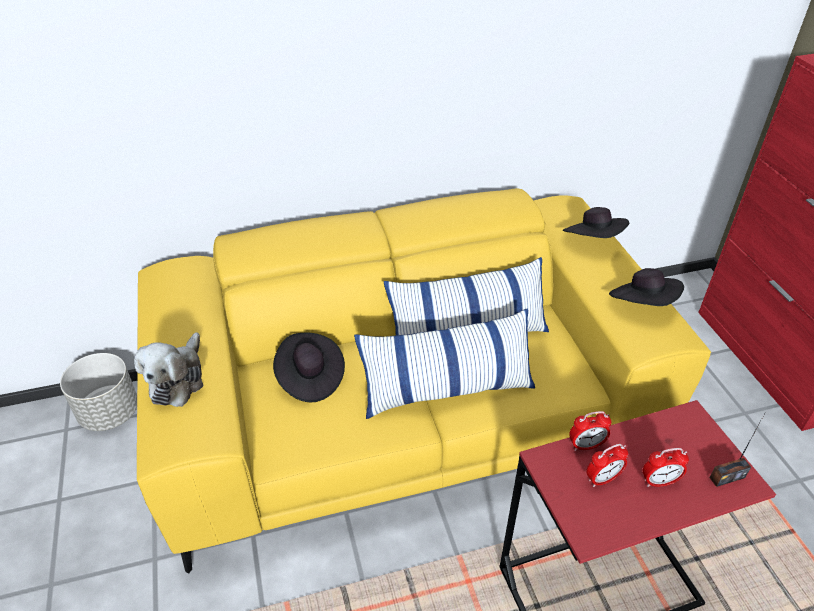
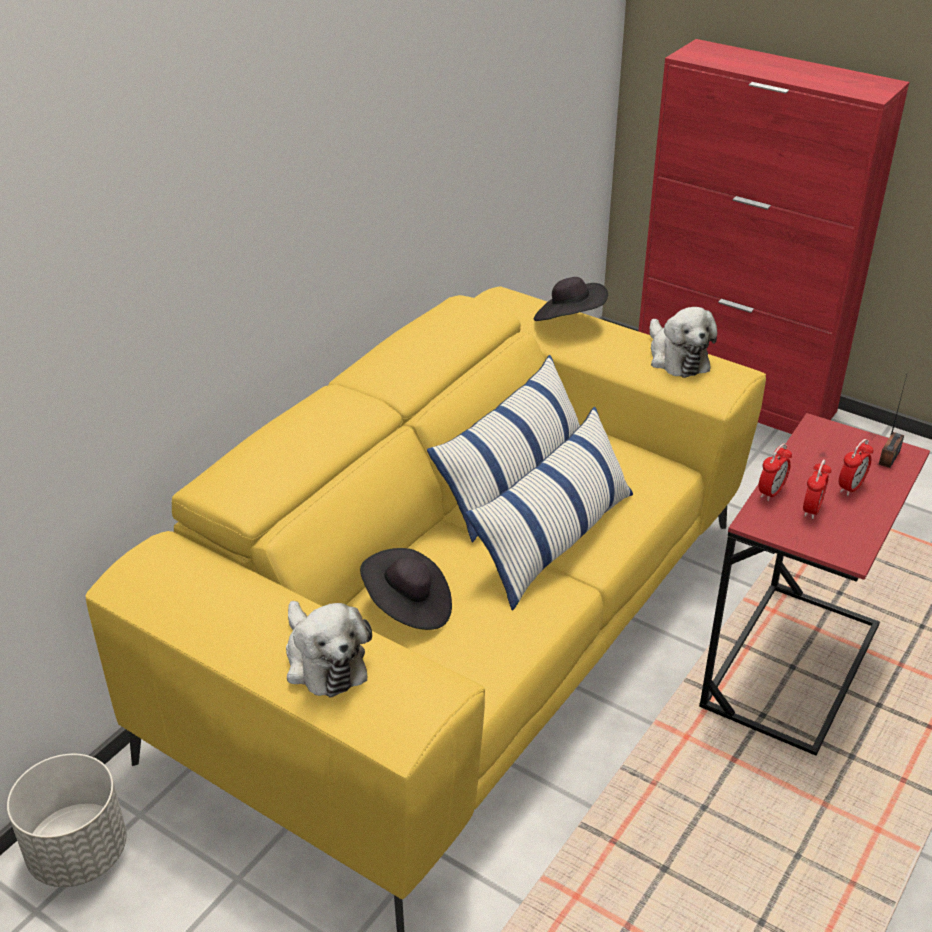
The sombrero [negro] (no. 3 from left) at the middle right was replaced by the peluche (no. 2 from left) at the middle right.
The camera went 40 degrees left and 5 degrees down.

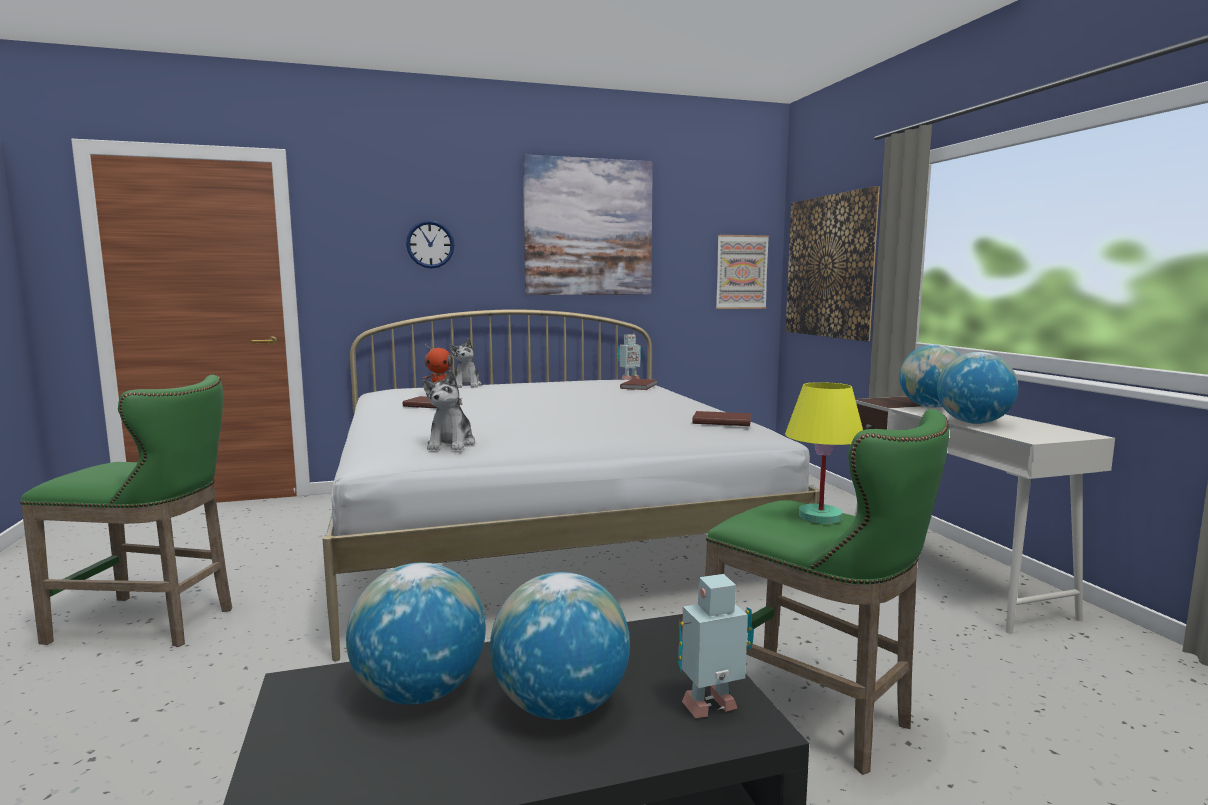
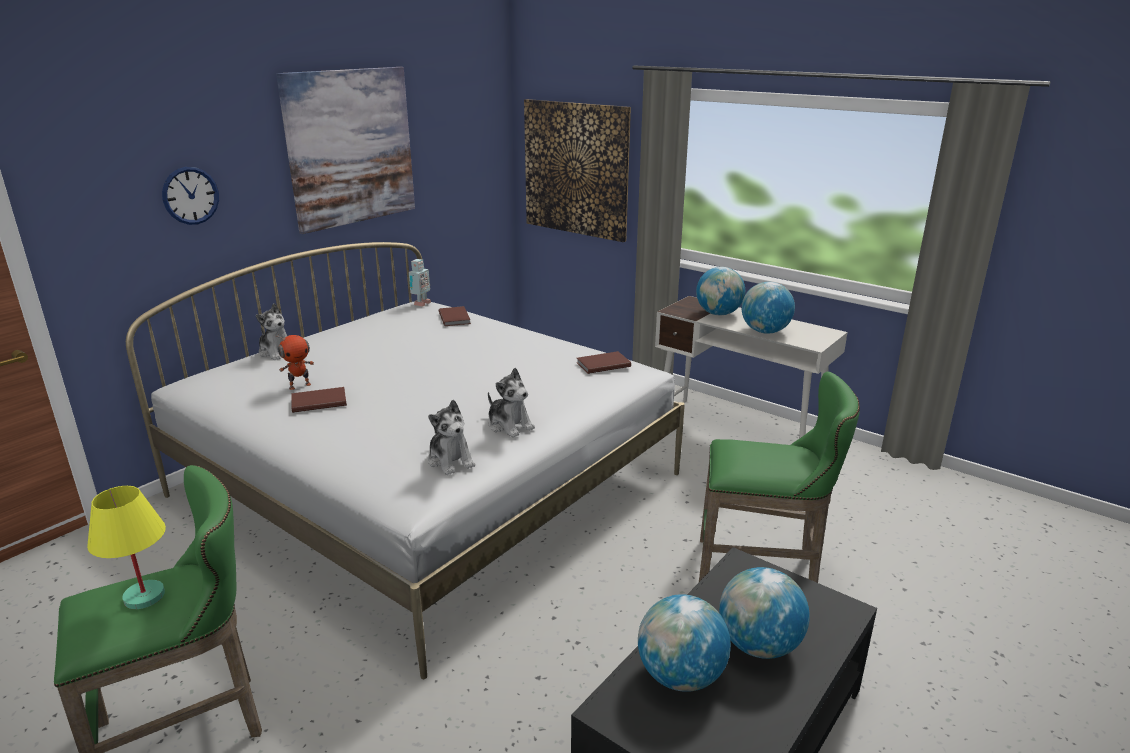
The cuadro (no. 2 from left) at the centre disappeared.
The lámpara de mesa [amarillo] moved from the middle right to the bottom left.
The robot de juguete (no. 3 from left) at the bottom centre disappeared.
The peluche (no. 3 from left) at the centre appeared.
The camera went 35 degrees left and 15 degrees up.

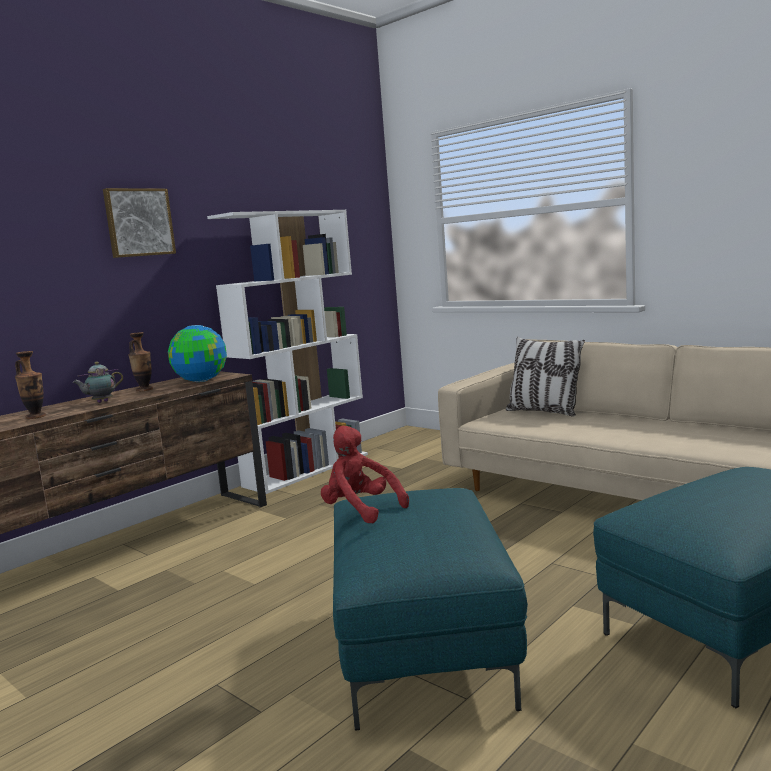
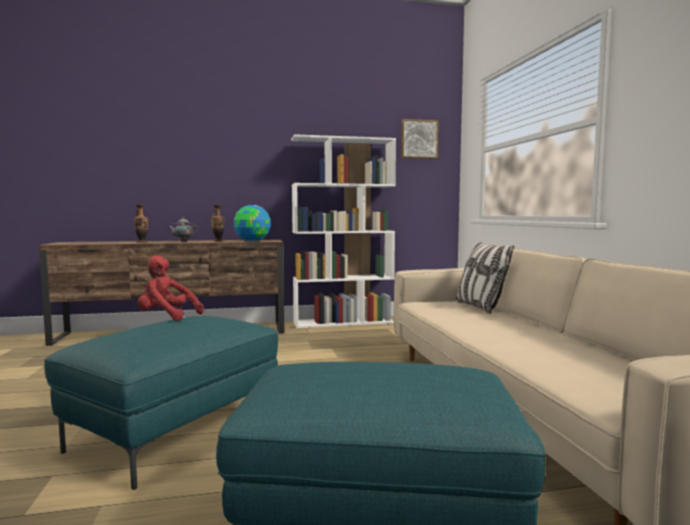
The cuadro moved from the top left to the top centre.
The peluche [rojo] at the centre turned 60 degrees counterclockwise.
The camera went 35 degrees right and 5 degrees down.

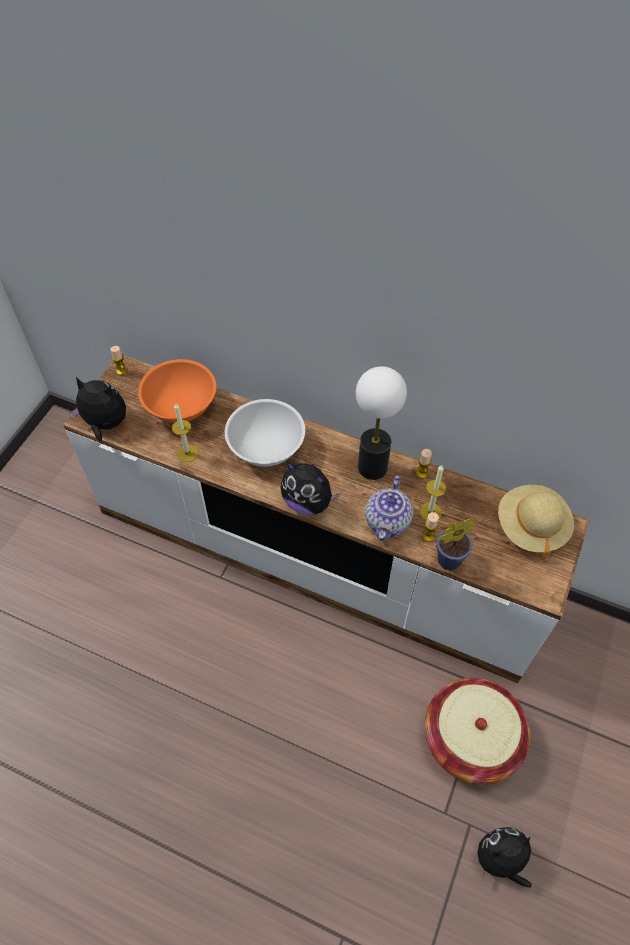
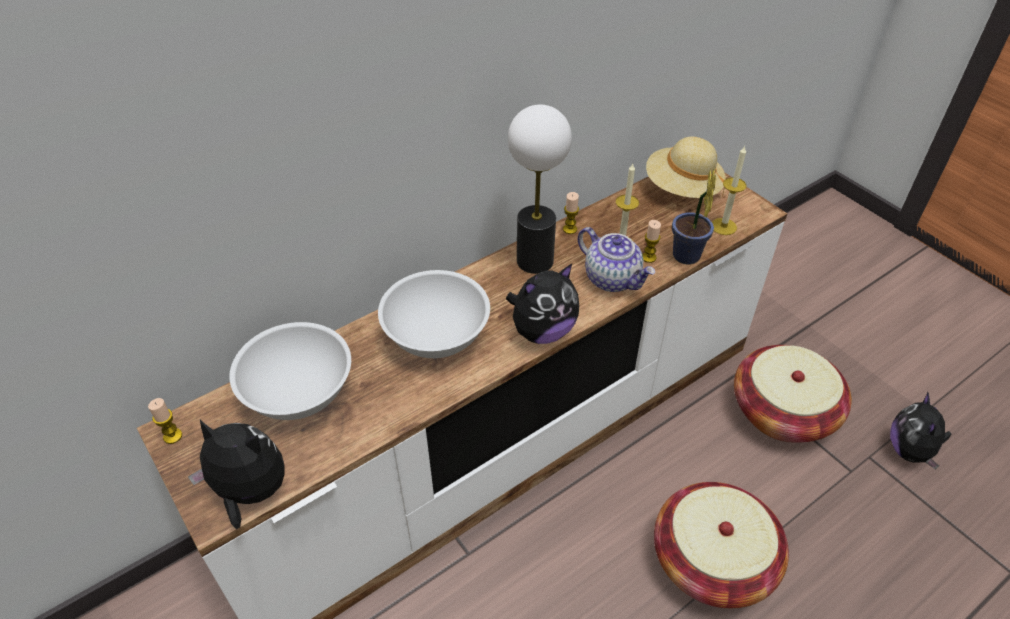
The cuenco [naranja] at the middle left became the cuenco [blanco] (no. 1 from left) at the middle left.
The peluche (no. 1 from left) at the middle left turned 60 degrees clockwise.
The vela (no. 2 from left in the first image) moved from the middle left to the top right.
The cesta (no. 1 from left) at the bottom right appeared.
The camera went 60 degrees left and 10 degrees down.

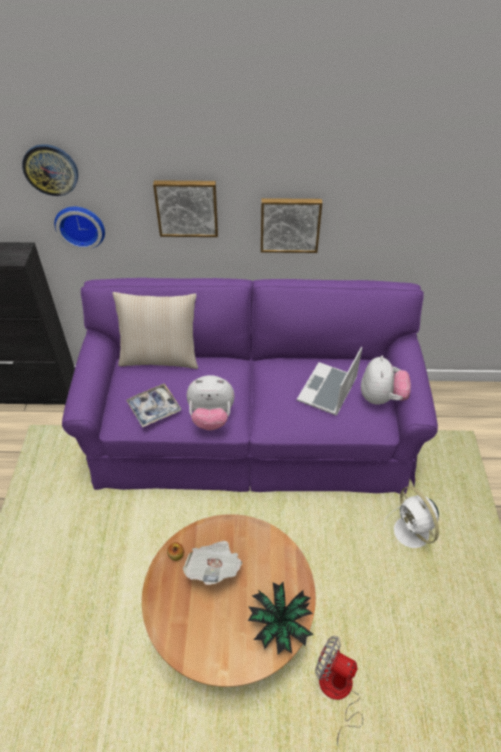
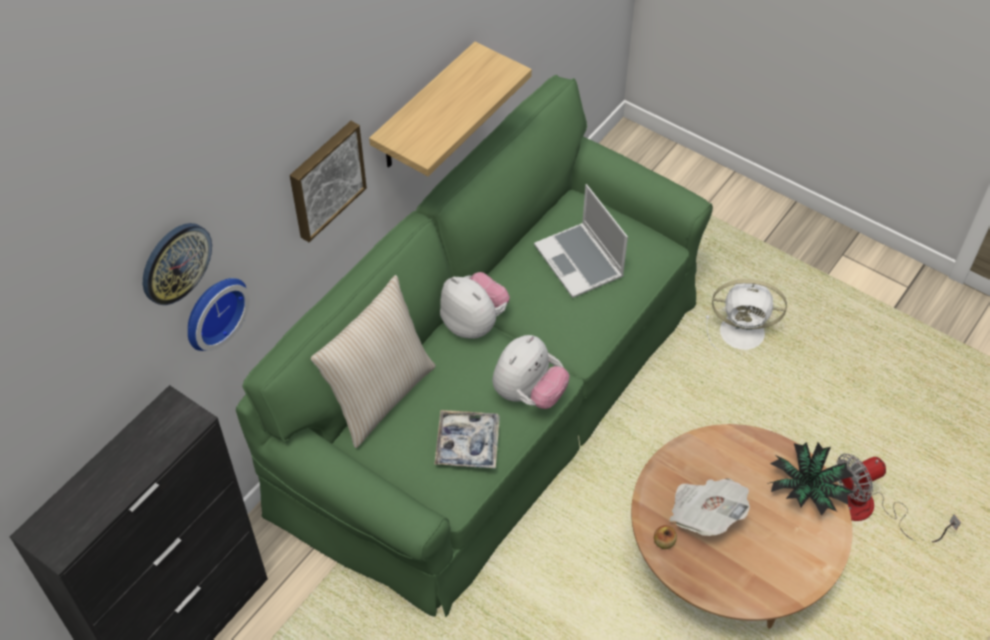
The cuadro (no. 2 from left) at the top centre was replaced by the estante at the top centre.
The sofá [morado] at the centre became the sofá [verde] at the centre.
The peluche (no. 2 from left in the first image) moved from the middle right to the centre.
The camera went 55 degrees left and 5 degrees up.

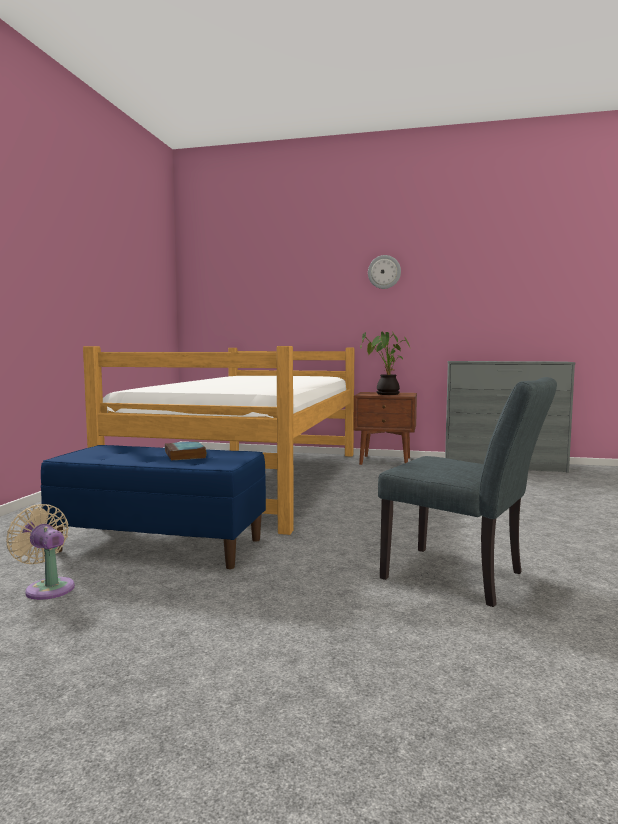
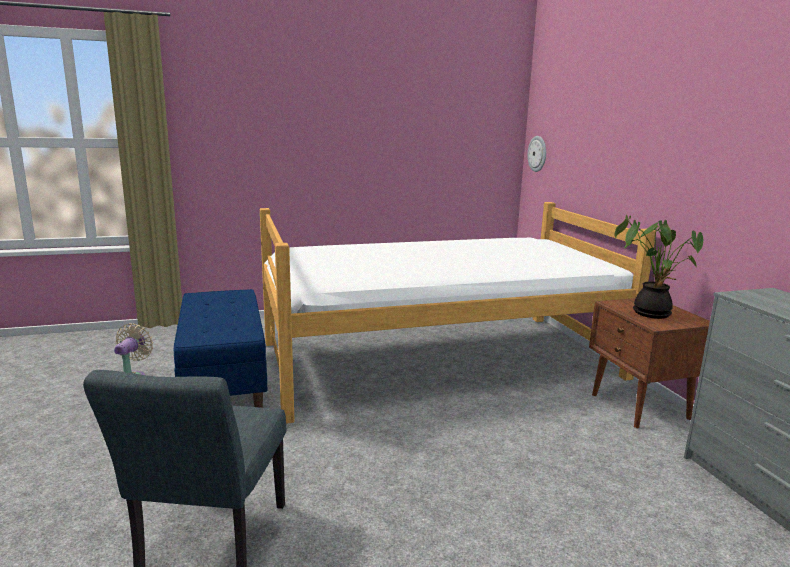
The reloj de pared moved from the top centre to the top right.
The libro at the middle left disappeared.
The camera went 60 degrees right and 10 degrees up.

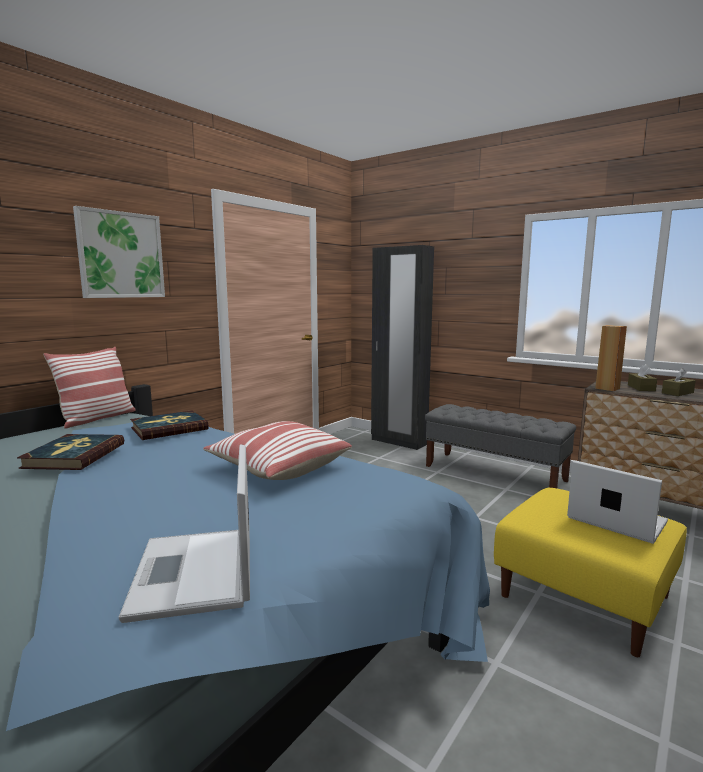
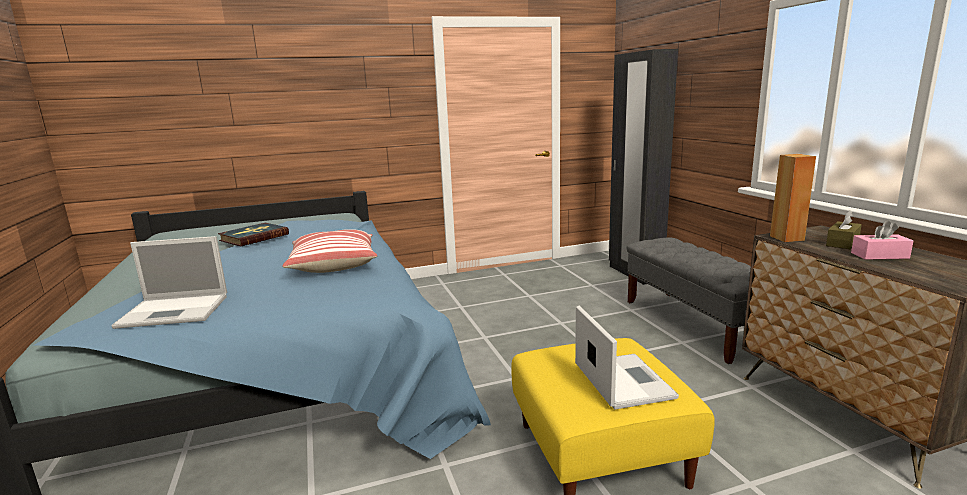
The cuadro at the top left disappeared.
The cojín (no. 1 from left) at the middle left disappeared.
The caja de pañuelos [marrón] (no. 2 from left) at the middle right became the caja de pañuelos [rosa] at the middle right.
The libro (no. 2 from left) at the middle left disappeared.
The portátil (no. 1 from left) at the bottom left turned 120 degrees counterclockwise.
The camera went 35 degrees right and 5 degrees up.

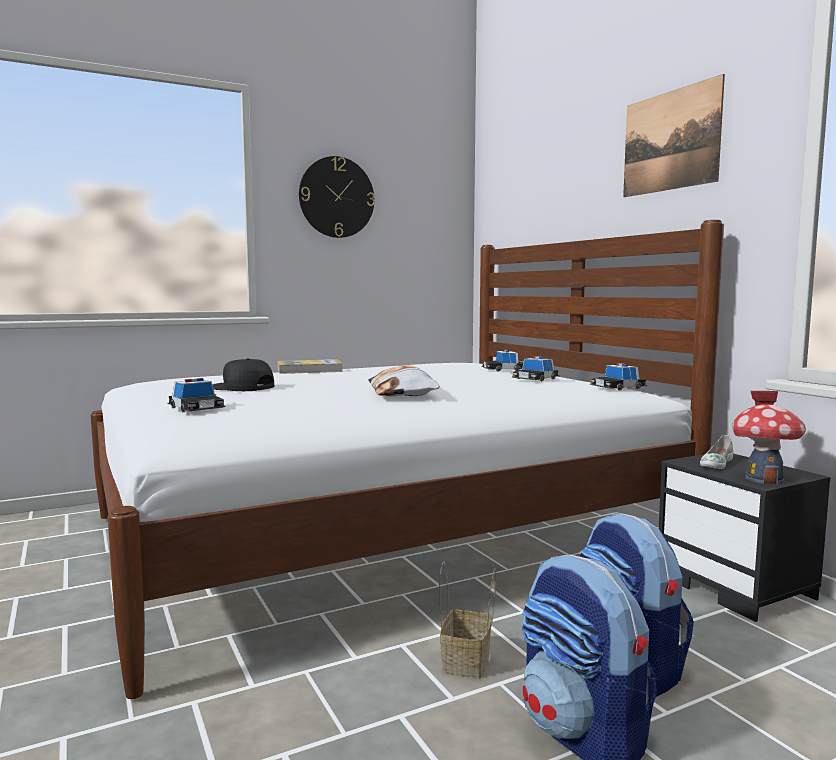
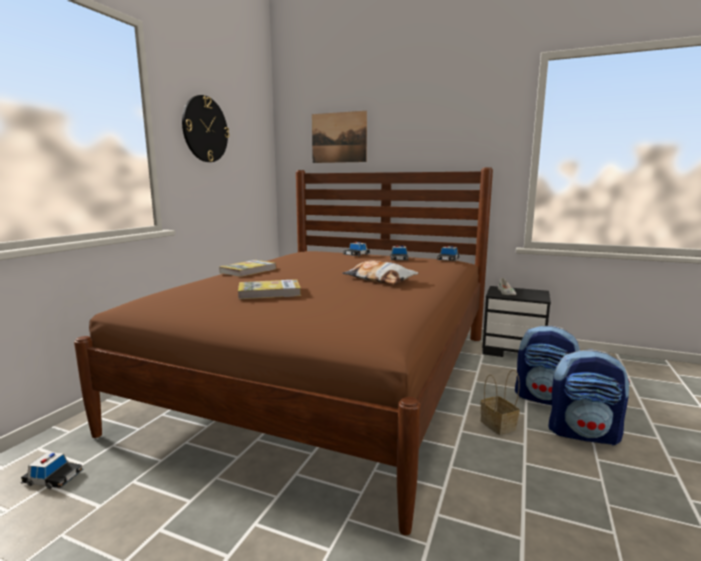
The cuadro moved from the top right to the top centre.
The cama [blanco] at the centre became the cama [marrón] at the centre.
The gorra [negro] at the middle left was replaced by the libro (no. 2 from left) at the centre.
The coche de juguete (no. 1 from left) moved from the middle left to the bottom left.
The casita at the middle right disappeared.
The camera went 40 degrees left and 5 degrees up.

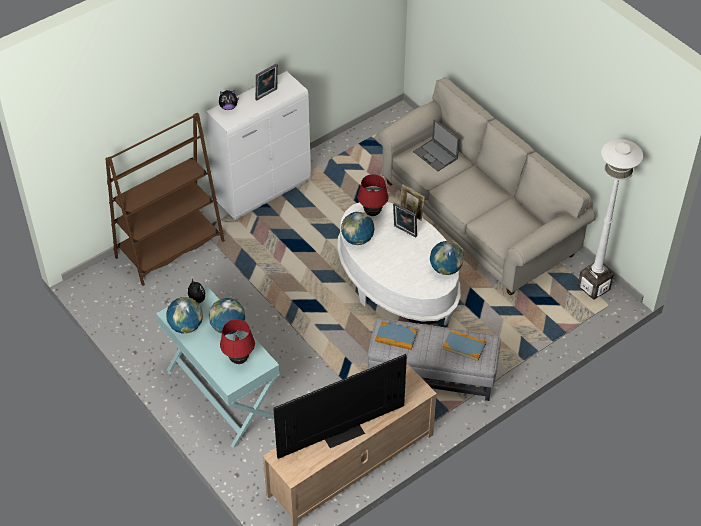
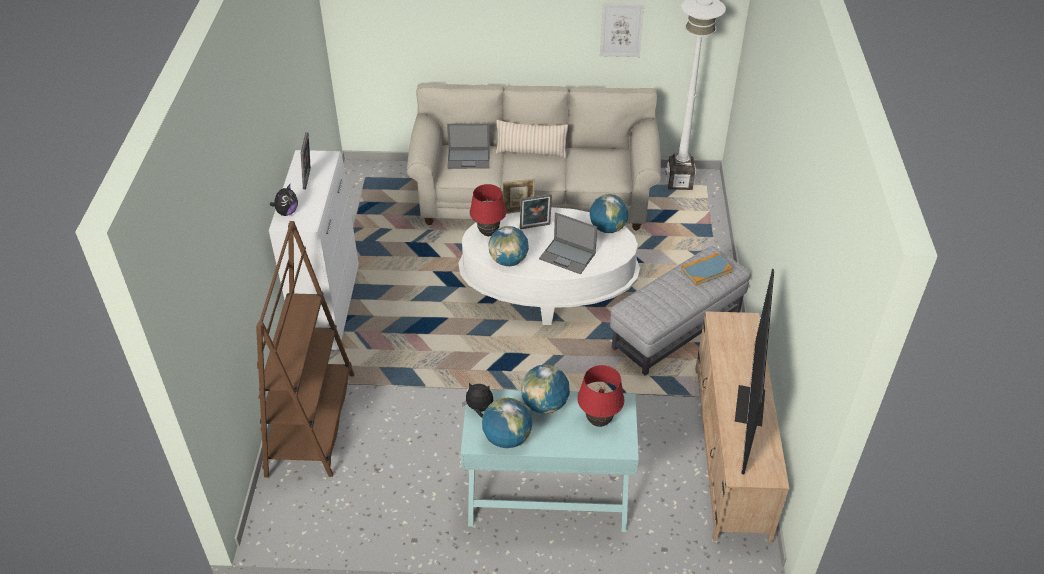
The libro (no. 1 from left) at the centre disappeared.
The cuadro at the top centre appeared.
The cojín [beis] at the top centre appeared.
The portátil (no. 2 from left) at the centre appeared.
The camera went 50 degrees left and 5 degrees down.

